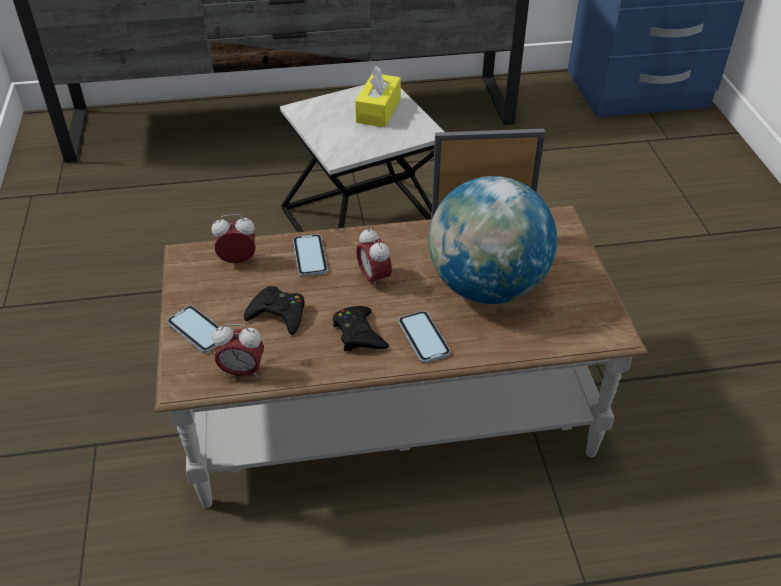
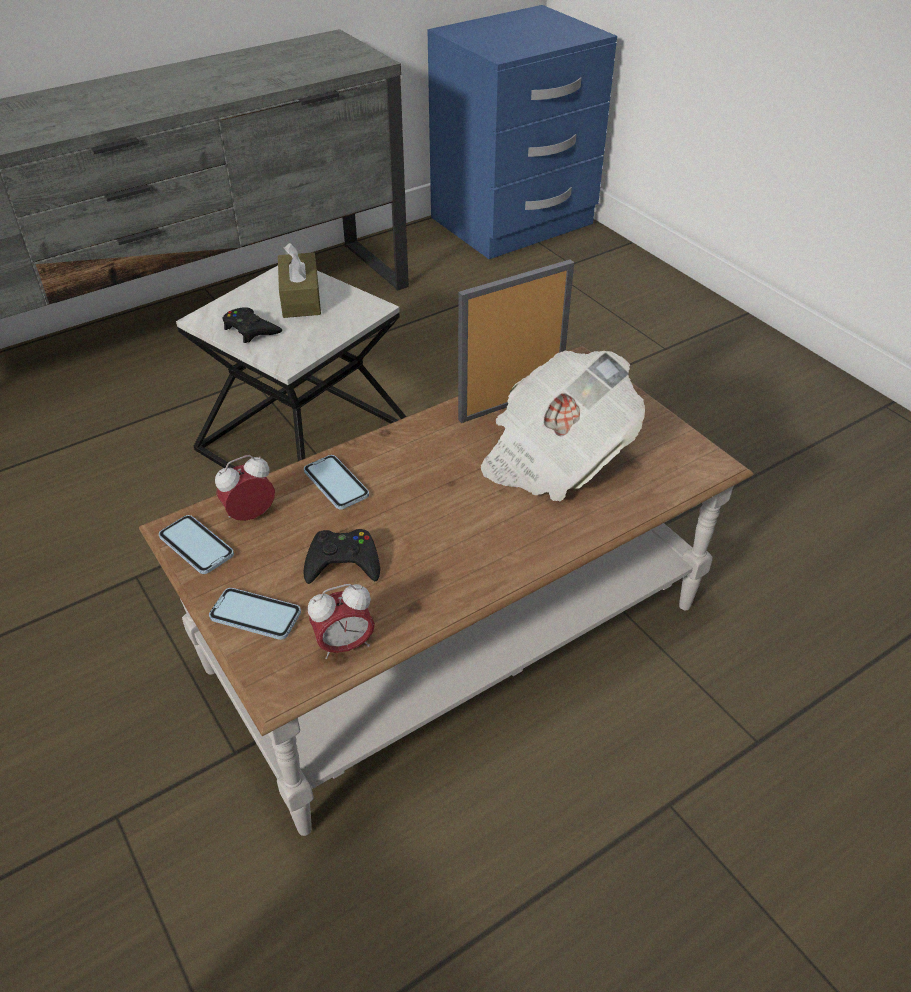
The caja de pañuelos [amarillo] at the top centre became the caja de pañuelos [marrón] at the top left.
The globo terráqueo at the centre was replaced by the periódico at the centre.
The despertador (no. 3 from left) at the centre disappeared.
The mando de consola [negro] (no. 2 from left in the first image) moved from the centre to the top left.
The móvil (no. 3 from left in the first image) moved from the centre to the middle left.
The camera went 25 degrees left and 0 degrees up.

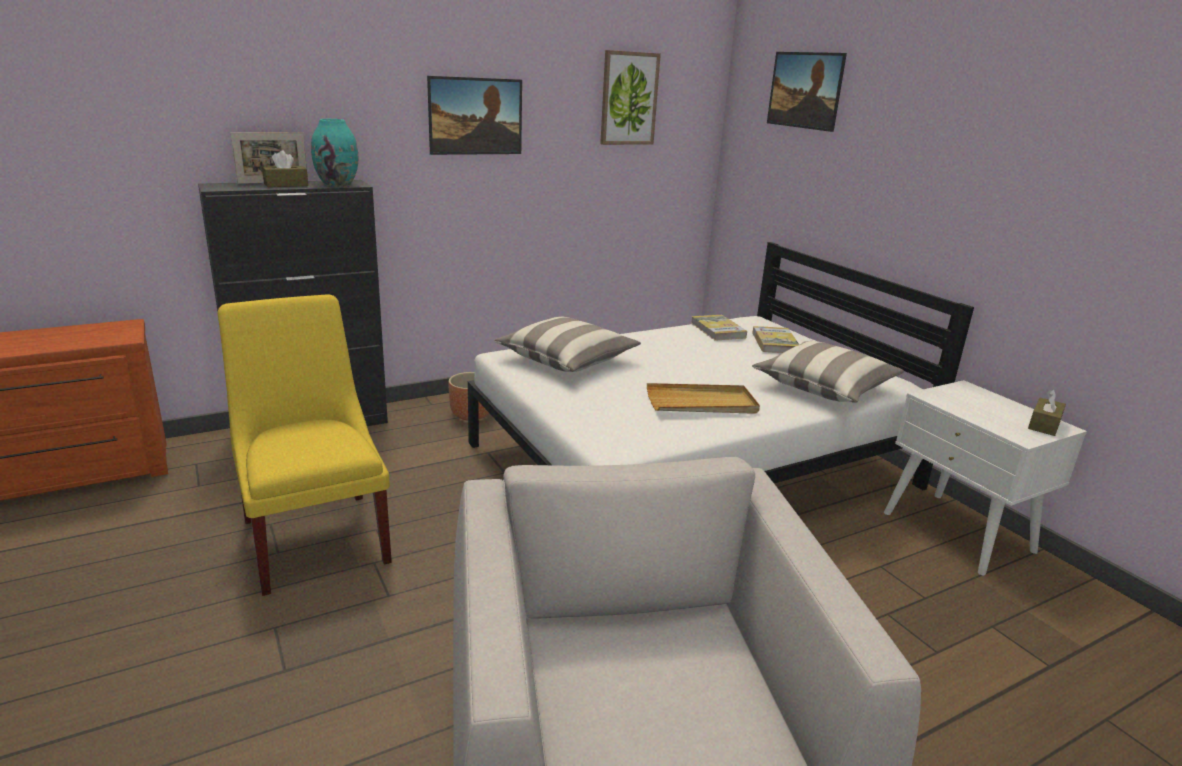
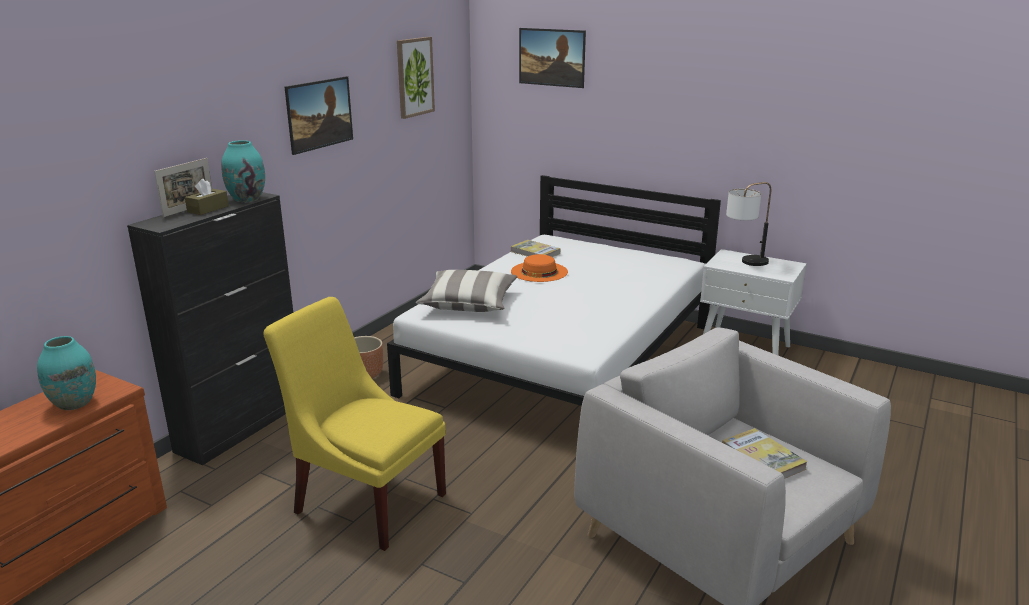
The libro (no. 2 from left) moved from the centre to the bottom right.
The cojín (no. 2 from left) at the middle right disappeared.
The bandeja [beis] at the centre disappeared.
The caja de pañuelos [marrón] (no. 2 from left) at the middle right disappeared.
The lámpara de mesa at the middle right appeared.
The sombrero [naranja] at the centre appeared.
The florero [turquesa] (no. 1 from left) at the middle left appeared.
The camera went 30 degrees left and 0 degrees up.

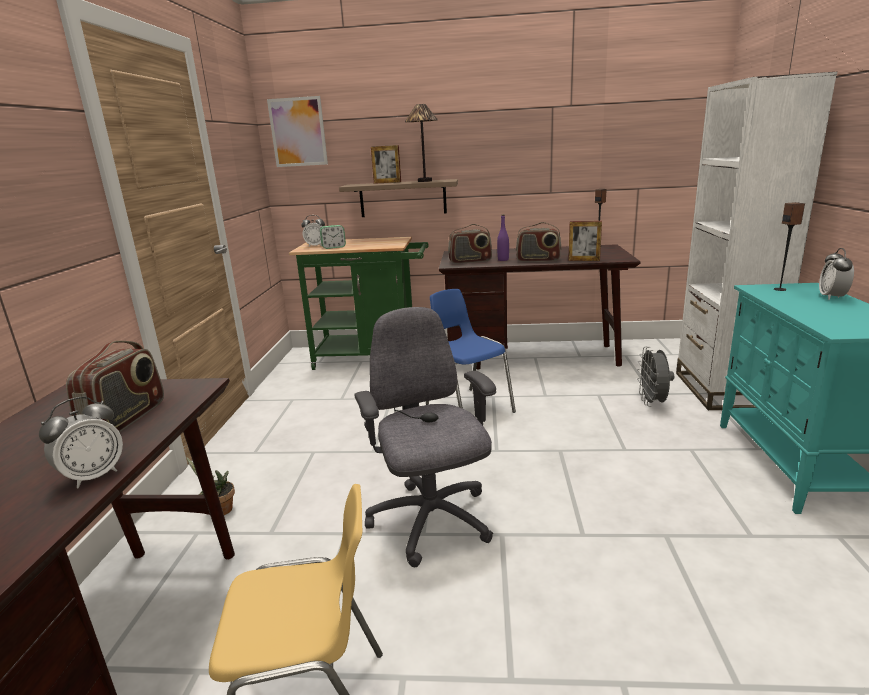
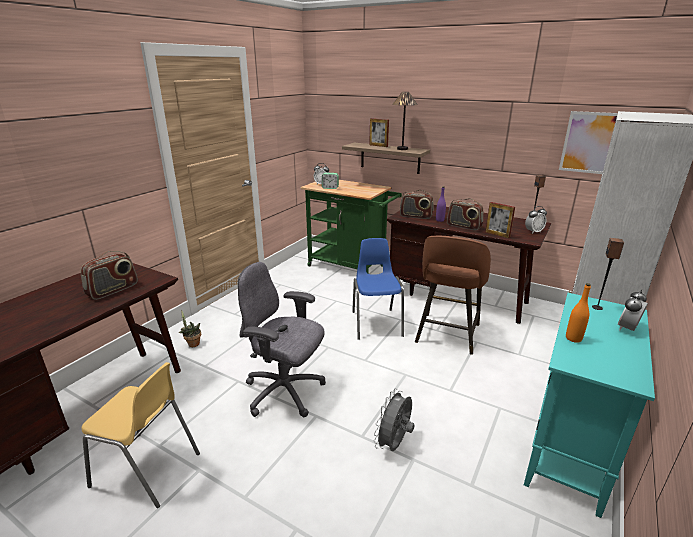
The cuadro moved from the top centre to the top right.
The silla de oficina [gris] at the centre turned 75 degrees counterclockwise.
The ventilador [gris] moved from the middle right to the bottom centre.
The despertador (no. 1 from left in the first image) moved from the middle left to the middle right.
The taburete [marrón] at the centre appeared.
The botella [naranja] at the middle right appeared.
The camera went 25 degrees right and 5 degrees up.

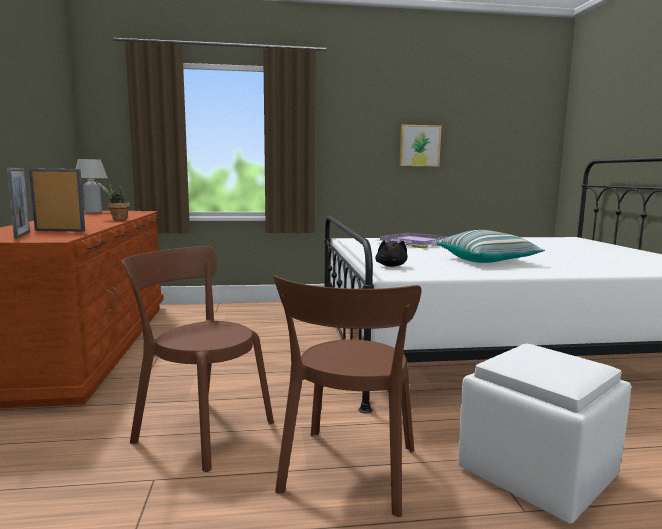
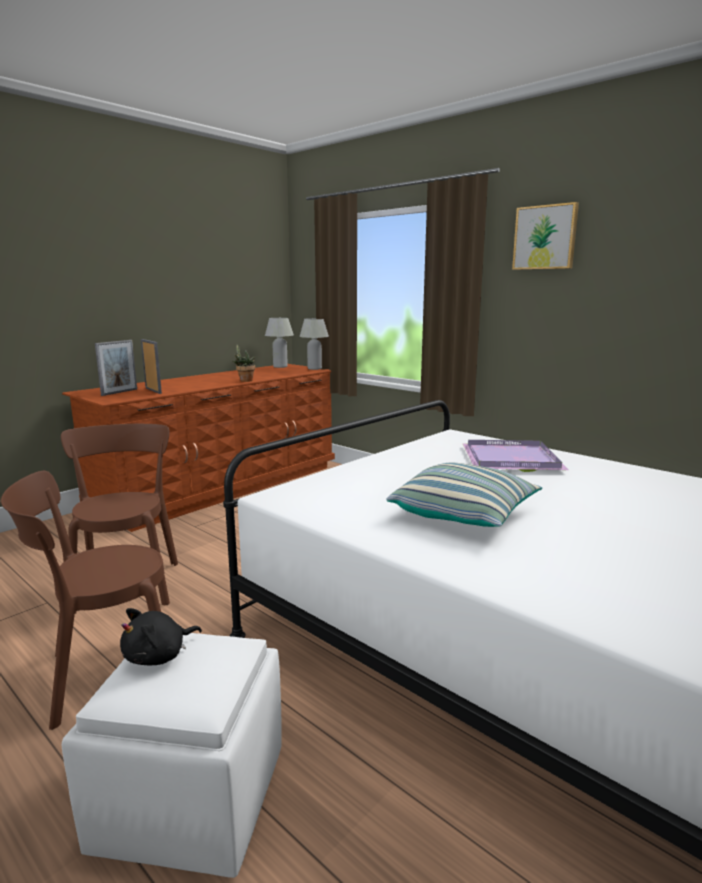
The cuadro moved from the top centre to the top right.
The peluche [negro] moved from the centre to the bottom left.
The lámpara de mesa [blanco] (no. 2 from left) at the centre appeared.
The camera went 50 degrees right and 5 degrees up.

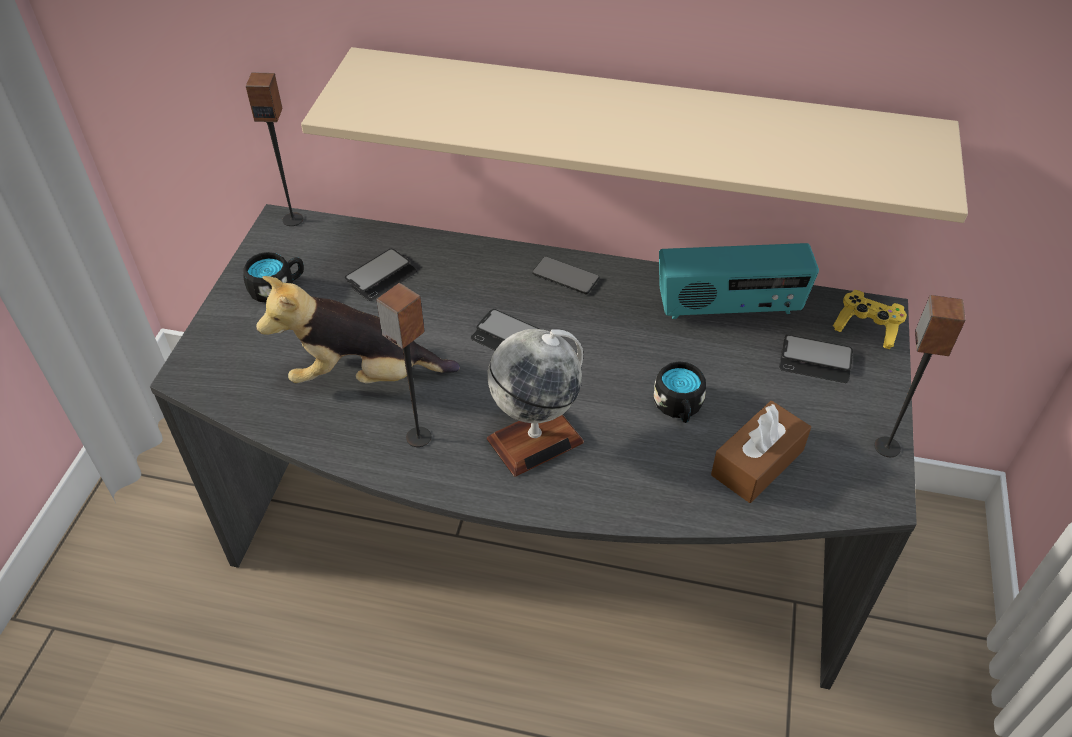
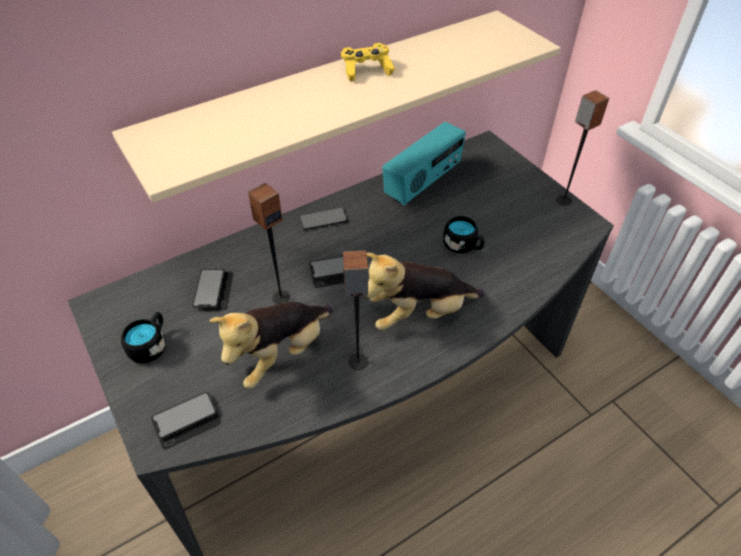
The altavoz (no. 1 from left) moved from the top left to the centre.
The mando de consola [amarillo] moved from the middle right to the top centre.
The globo terráqueo at the centre was replaced by the peluche (no. 2 from left) at the centre.
The móvil (no. 4 from left in the first image) moved from the middle right to the bottom left.
The caja de pañuelos [marrón] at the middle right disappeared.
The camera went 45 degrees left and 0 degrees up.

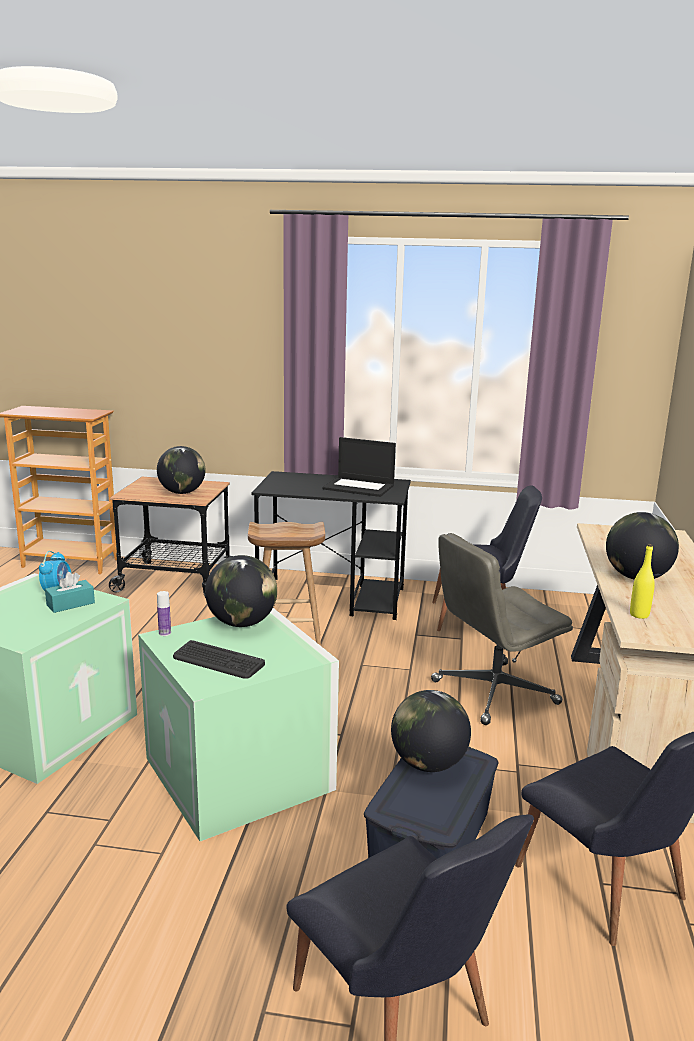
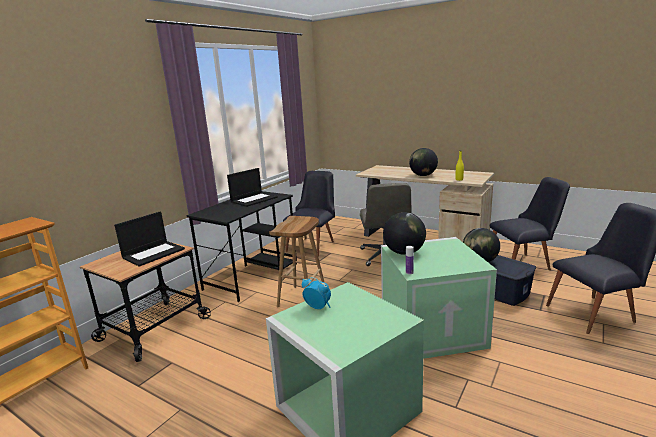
The globo terráqueo (no. 1 from left) at the middle left was replaced by the portátil (no. 1 from left) at the middle left.
The caja de pañuelos [turquesa] at the middle left disappeared.
The teclado at the middle left disappeared.
The camera went 65 degrees left and 0 degrees up.

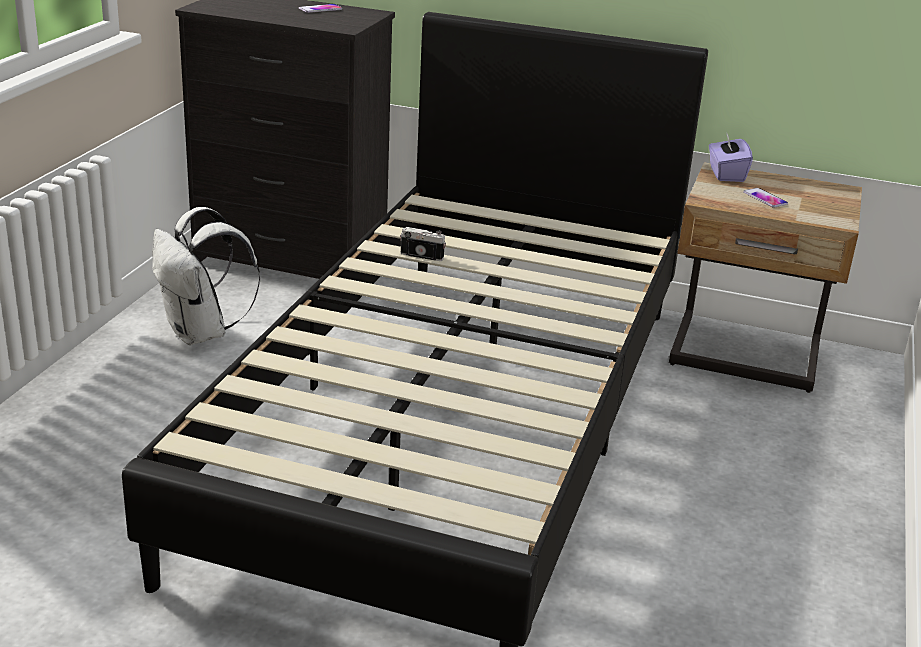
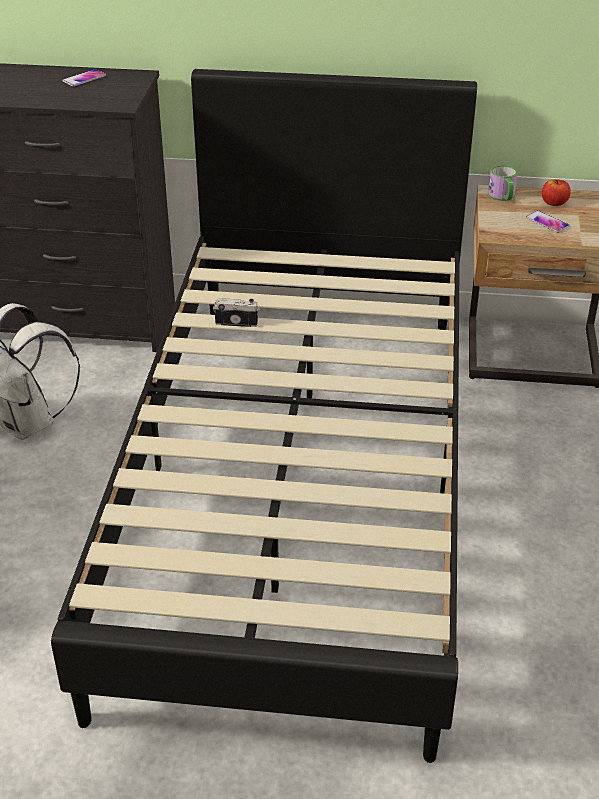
The caja de pañuelos [morado] at the top right was replaced by the taza grande at the top right.
The manzana at the top right appeared.
The camera went 10 degrees left and 10 degrees up.

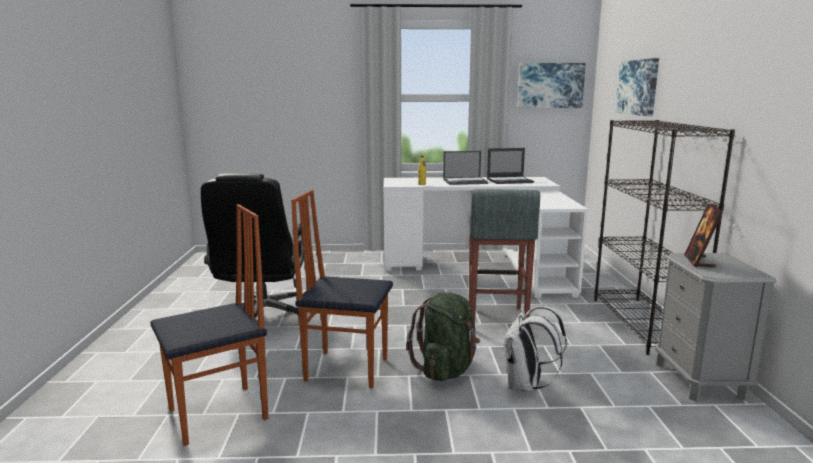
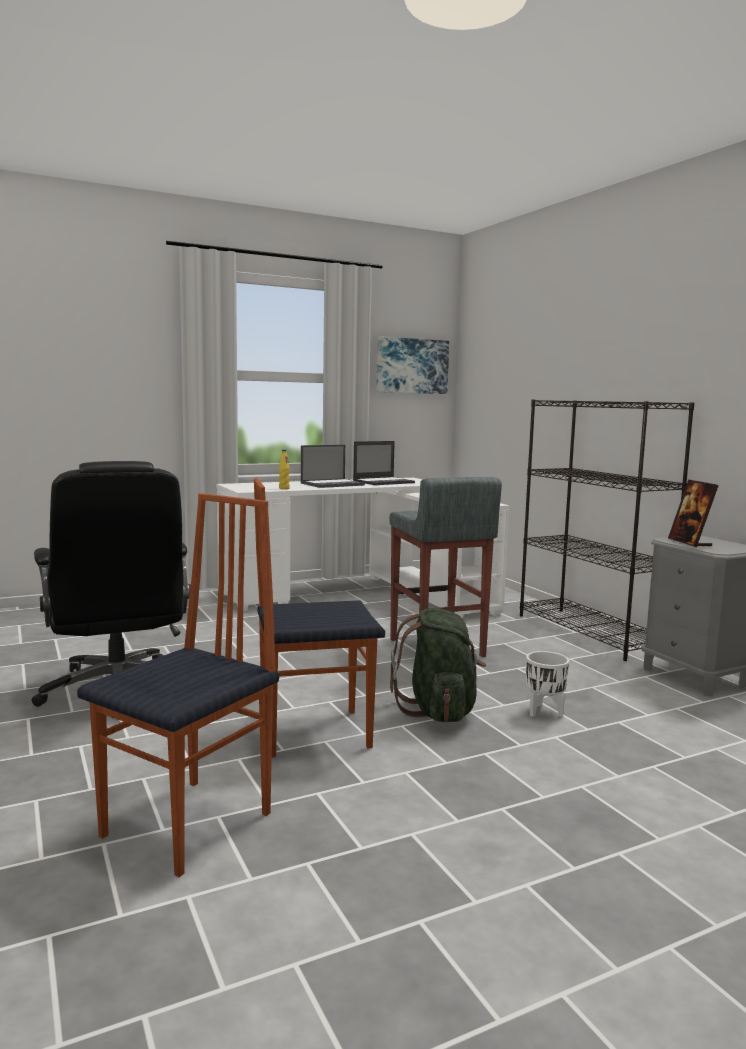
The cuadro (no. 2 from left) at the top right disappeared.
The mochila [blanco] at the bottom centre was replaced by the maceta [blanco] at the middle right.
The camera went 25 degrees left and 5 degrees down.

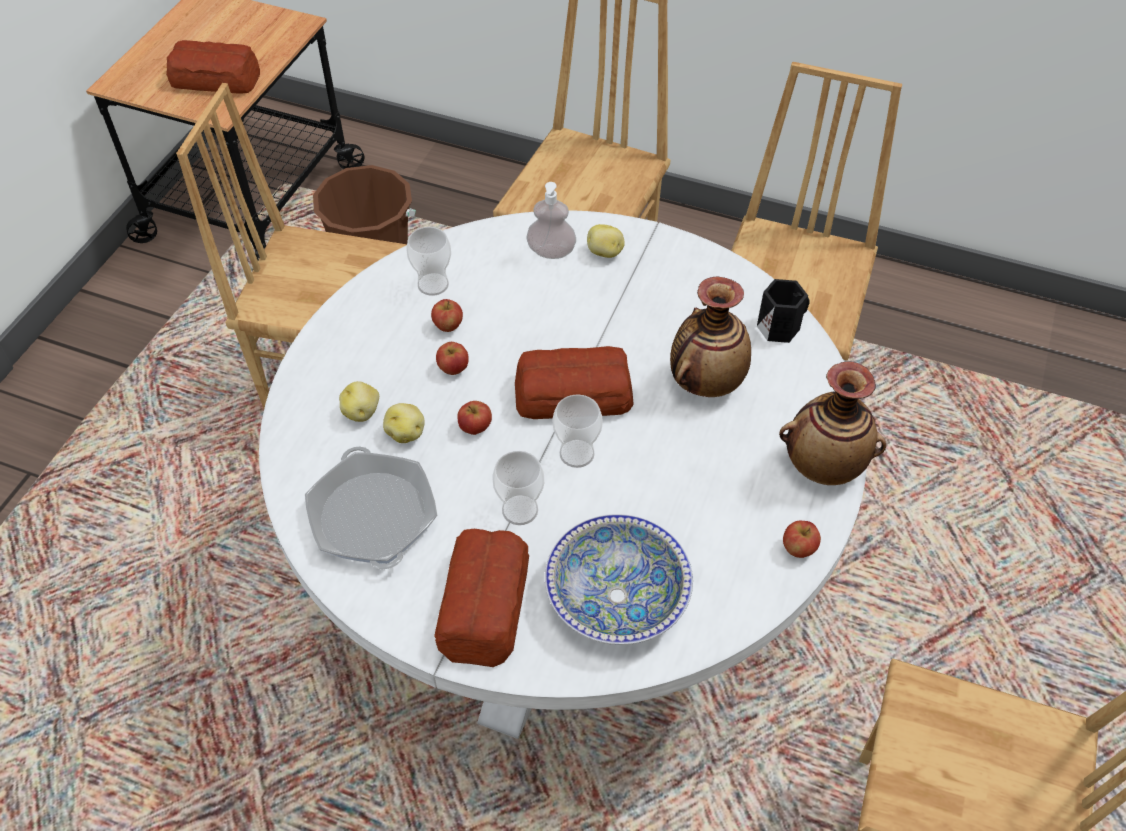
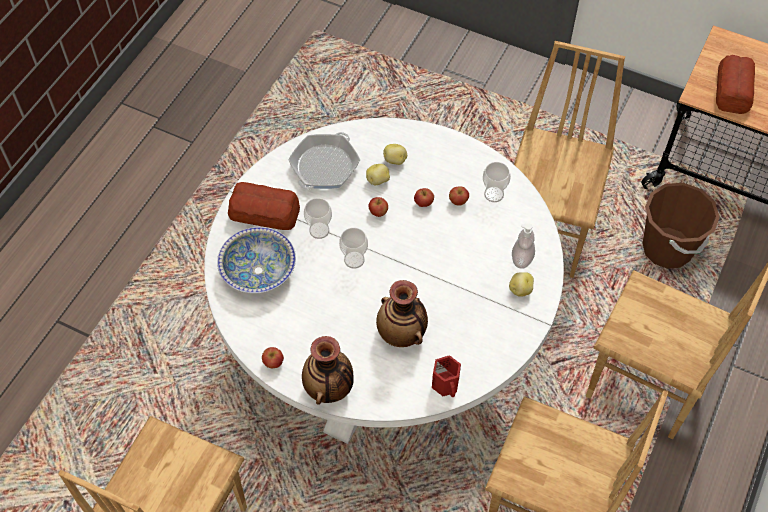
The taza grande [negro] at the middle right became the taza grande [rojo] at the bottom centre.
The pan (no. 3 from left) at the centre disappeared.
The sartén at the middle left turned 45 degrees counterclockwise.
The camera went 95 degrees right and 5 degrees up.

